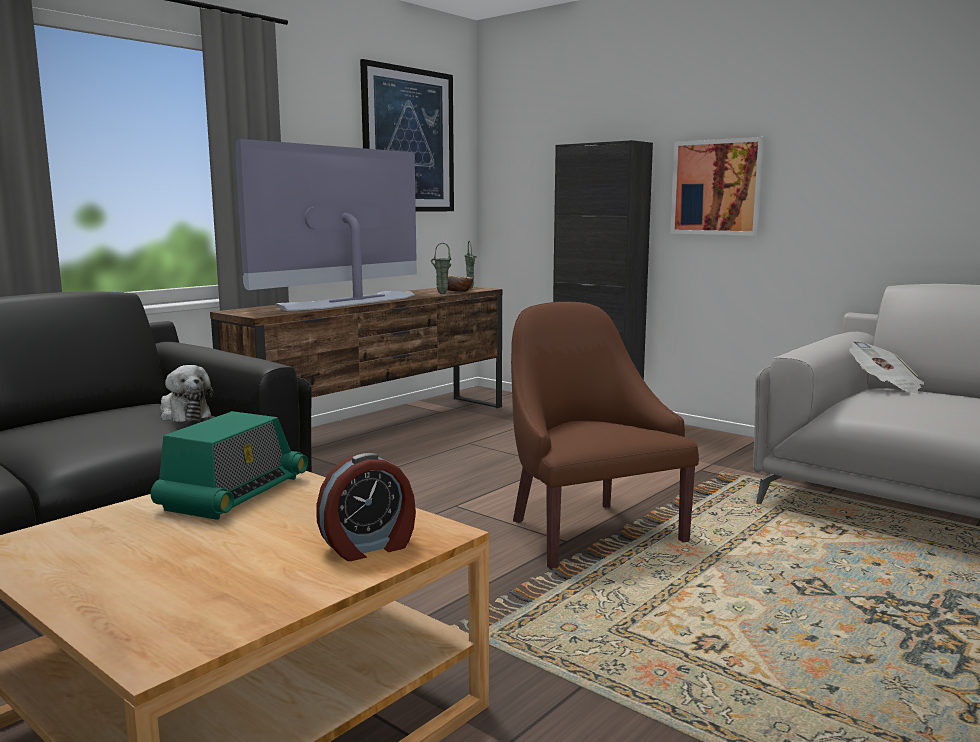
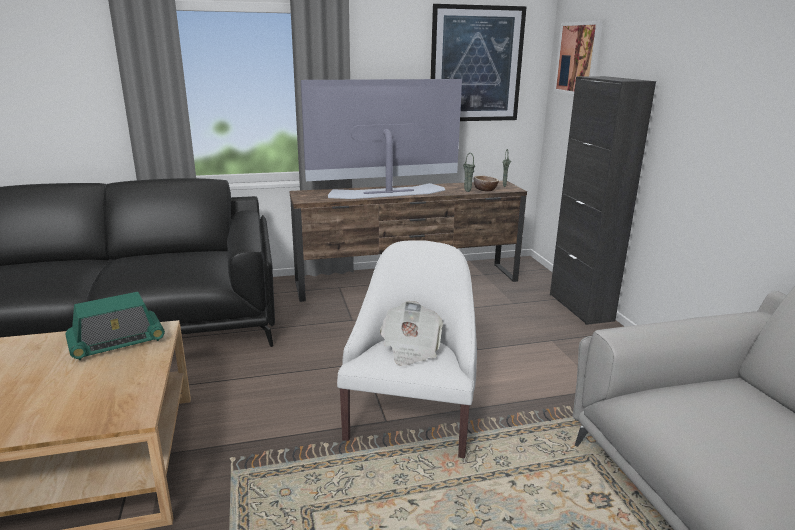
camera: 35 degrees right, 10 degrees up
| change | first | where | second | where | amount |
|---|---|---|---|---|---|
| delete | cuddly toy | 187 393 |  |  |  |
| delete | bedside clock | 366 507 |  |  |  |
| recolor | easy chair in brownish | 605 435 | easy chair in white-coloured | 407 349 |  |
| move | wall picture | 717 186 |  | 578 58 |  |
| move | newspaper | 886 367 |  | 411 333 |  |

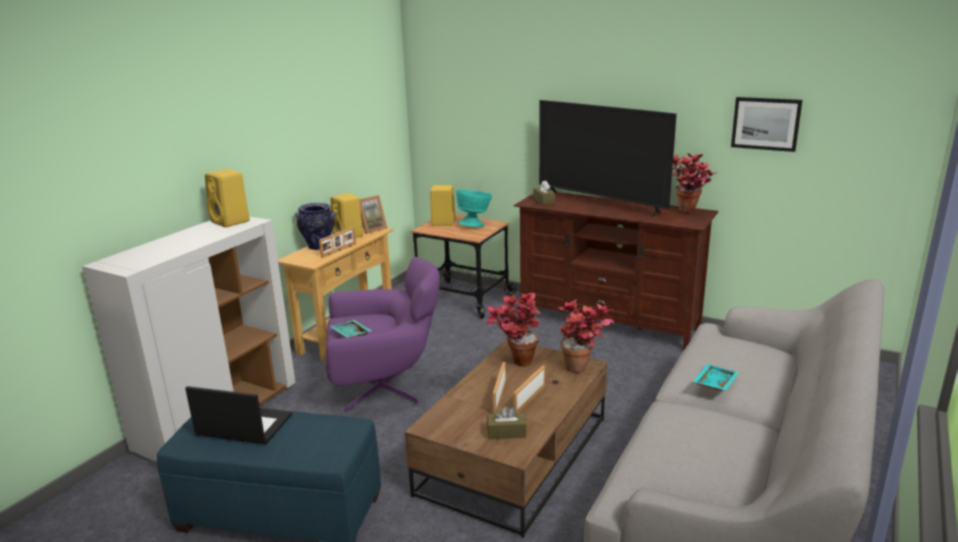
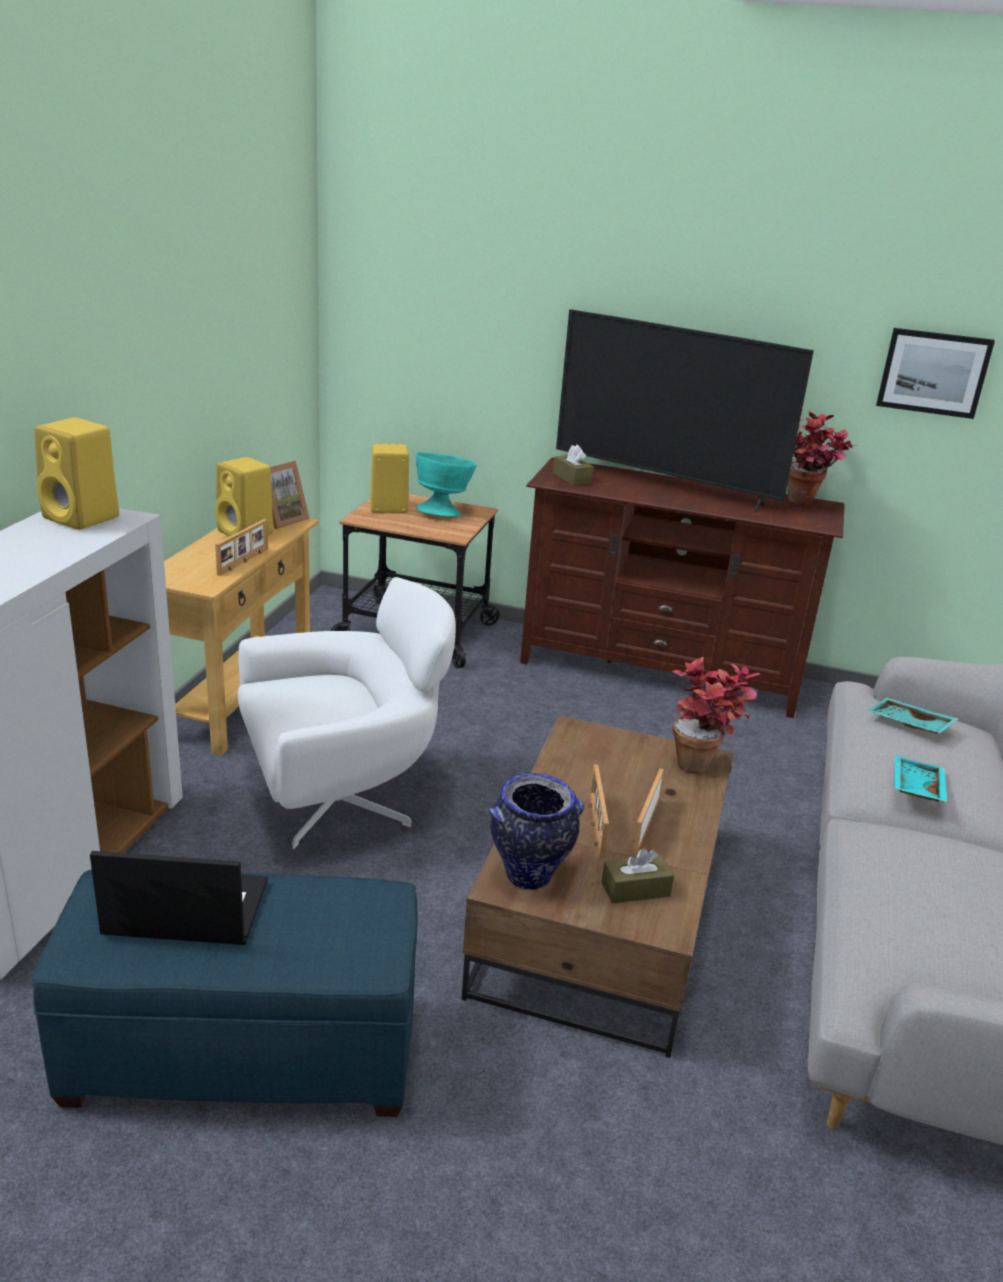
camera: 15 degrees left, 5 degrees up
| change | first | where | second | where | amount |
|---|---|---|---|---|---|
| move | vase | 315 226 |  | 536 831 |  |
| recolor | easy chair in purple | 382 334 | easy chair in white-coloured | 347 713 |  |
| move | carrying tray in turquoise-coloured | 351 329 |  | 912 716 |  |
| delete | houseplant | 513 329 |  |  |  |

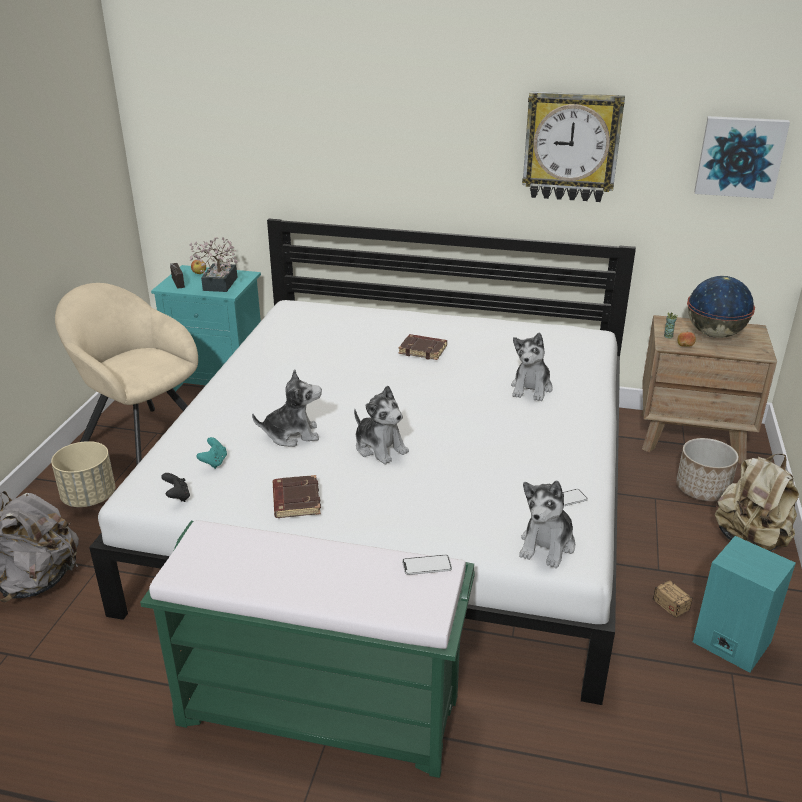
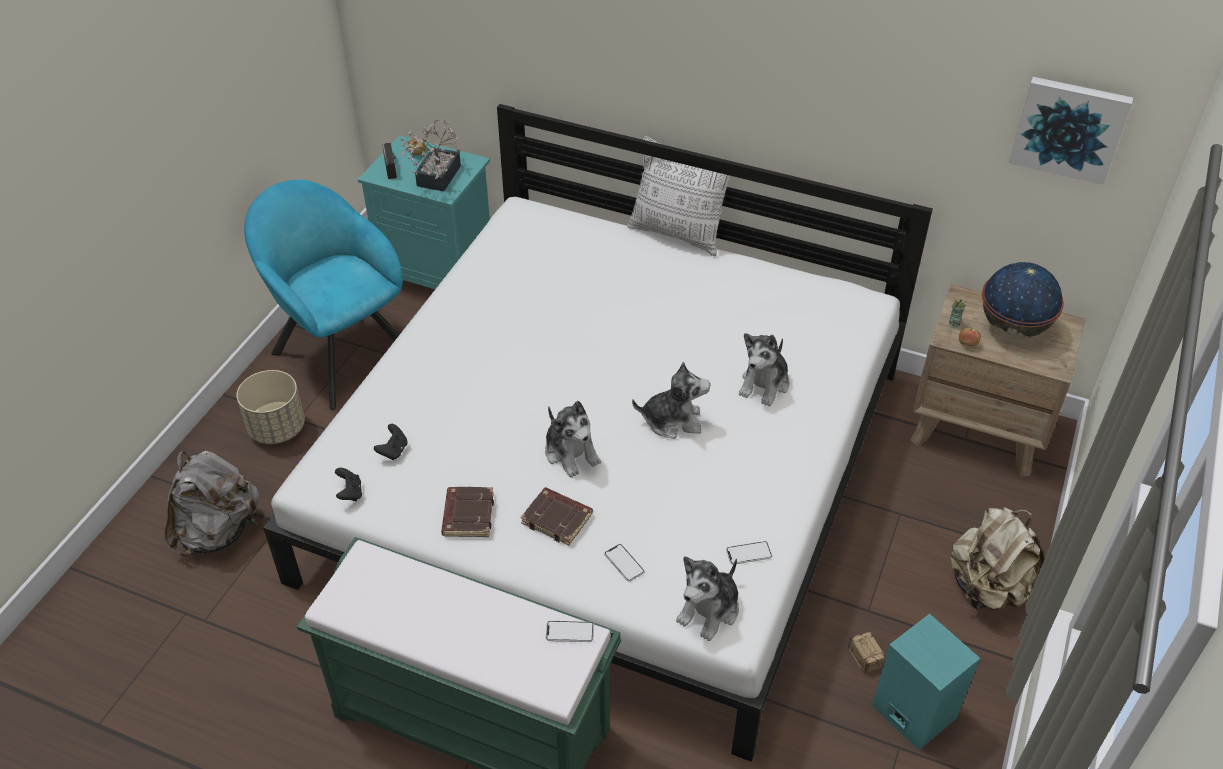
camera: 10 degrees right, 15 degrees up
| change | first | where | second | where | amount |
|---|---|---|---|---|---|
| recolor | easy chair in sand-coloured | 126 374 | easy chair in turquoise-coloured | 323 295 |  |
| recolor | joypad in turquoise-coloured | 211 453 | joypad in blackish | 391 442 |  |
| move | cuddly toy | 287 408 |  | 671 400 |  |
| move | book in brownish | 422 347 |  | 556 516 |  |
| delete | hanging clock | 573 146 |  |  |  |
| delete | planter | 707 469 |  |  |  |
| insert |  |  | telephone | 624 563 |  |
| insert |  |  | cushion | 679 196 |  |

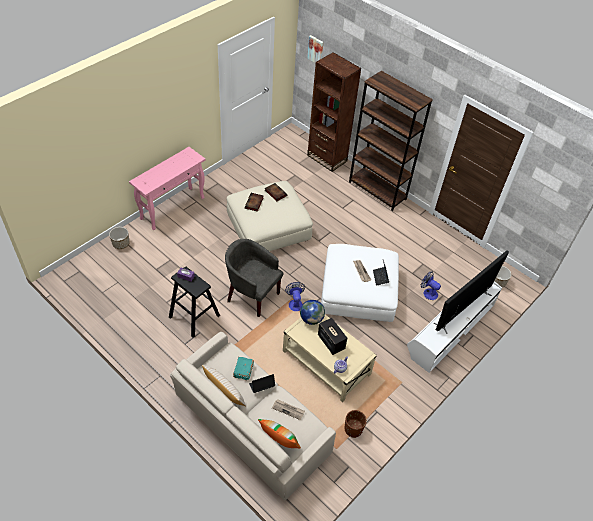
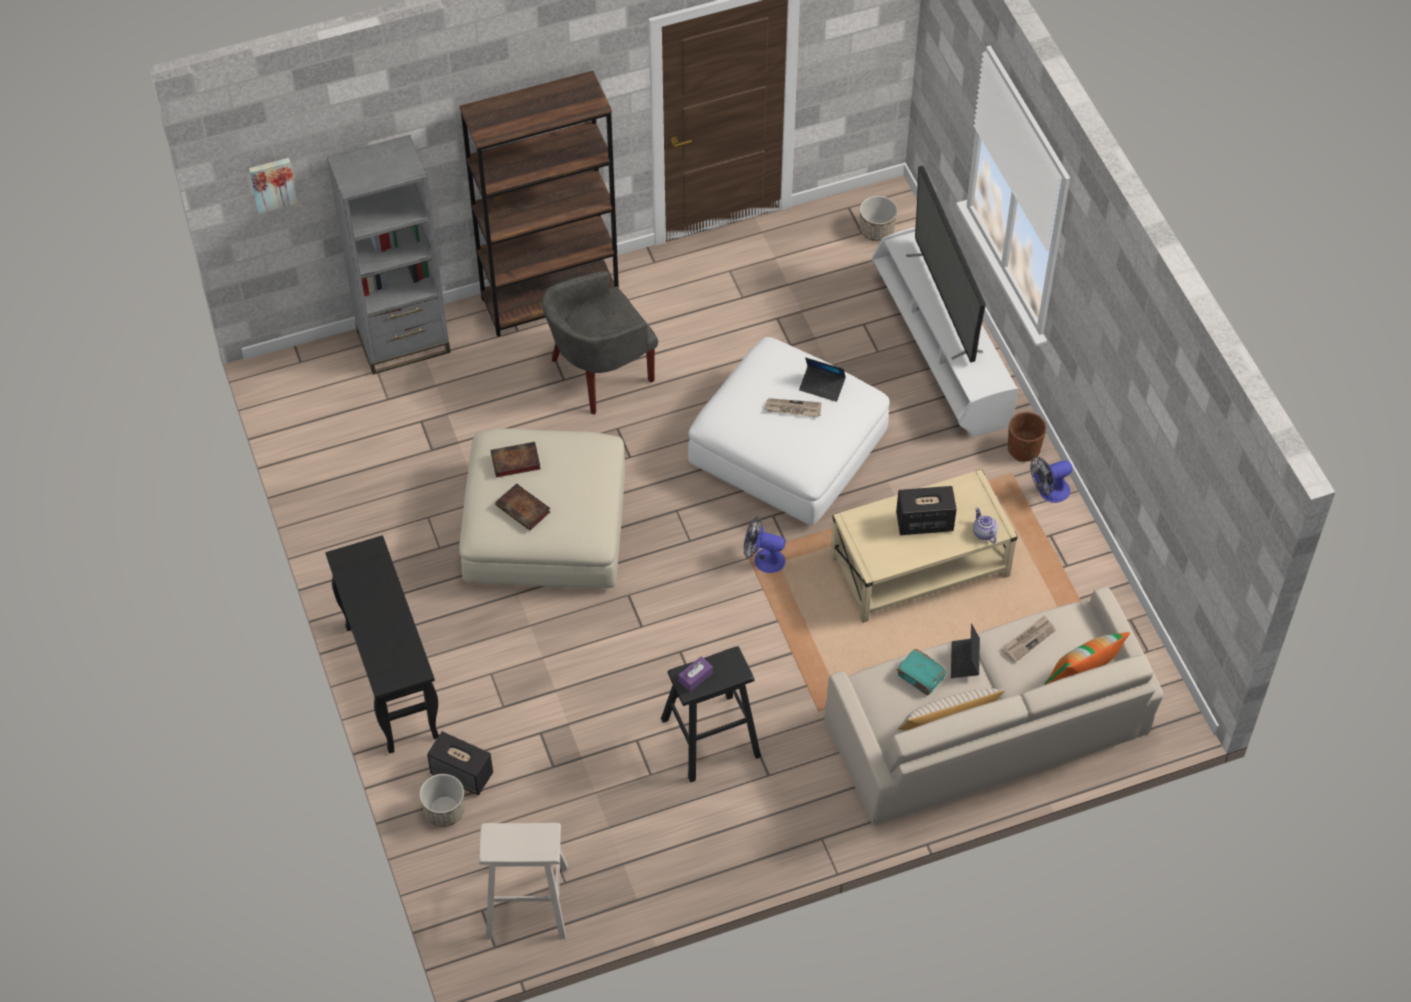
camera: 60 degrees left, 5 degrees up
| change | first | where | second | where | amount |
|---|---|---|---|---|---|
| recolor | hall table in pink | 167 188 | hall table in blackish | 382 644 |  |
| move | easy chair in gray | 254 278 |  | 599 342 |  |
| delete | world globe | 312 312 |  |  |  |
| recolor | bookcase in brownish | 334 112 | bookcase in gray | 388 255 |  |
| move | planter in brownish | 356 424 |  | 1027 437 |  |
| move | fan | 431 285 |  | 1051 479 |  |
| insert |  |  | loudspeaker | 460 763 |  |
| insert |  |  | stool in sand-coloured | 523 881 |  |

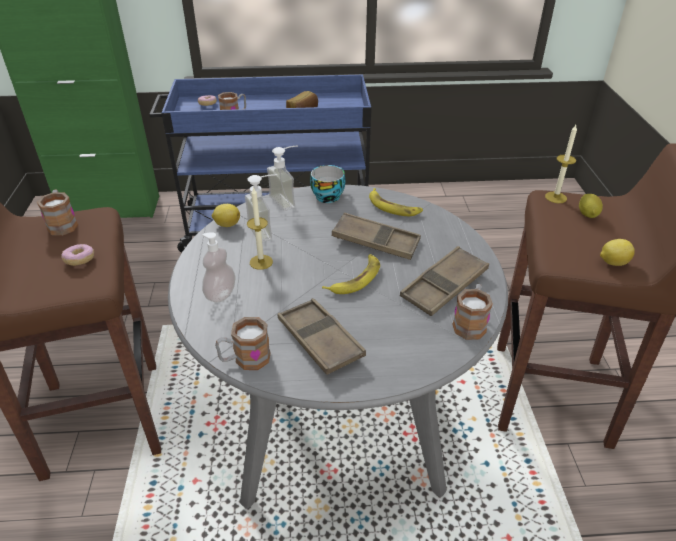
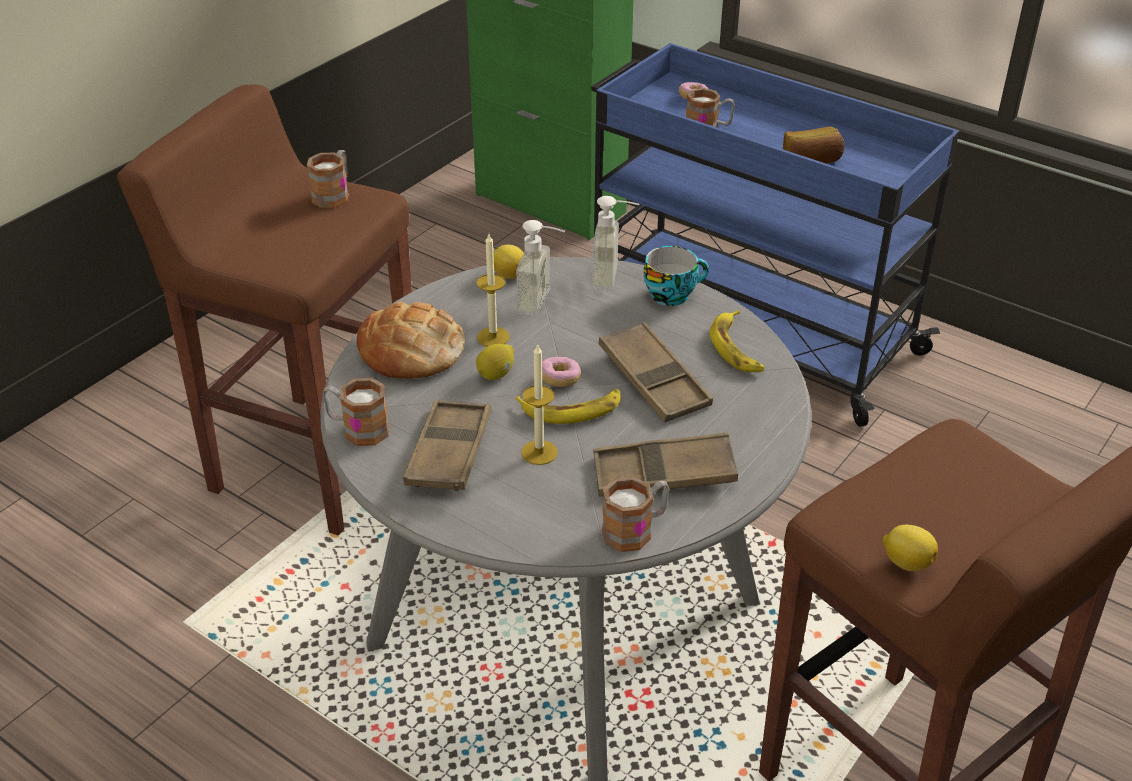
camera: 40 degrees right, 0 degrees up
| change | first | where | second | where | amount |
|---|---|---|---|---|---|
| move | donut | 77 255 |  | 561 372 |  |
| replace | liquid soap bottle | 218 267 | baked bread | 411 340 |  |
| move | wax light | 561 164 |  | 539 404 |  |
| move | citrus fruit | 591 206 |  | 495 362 |  |

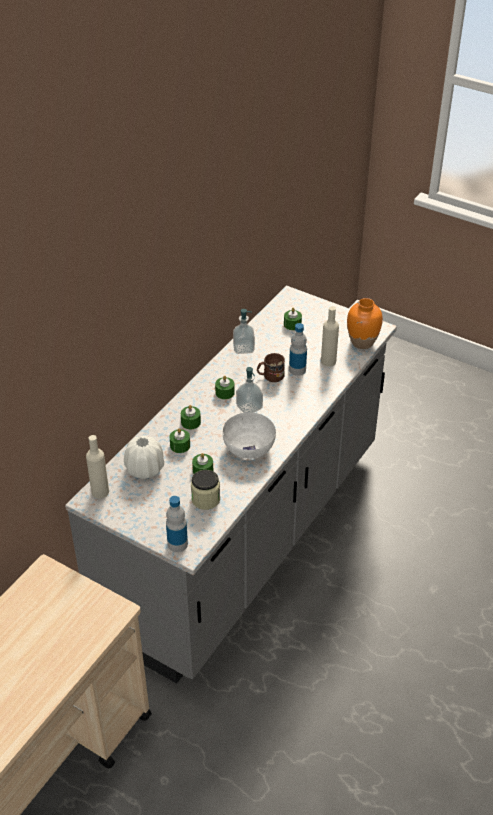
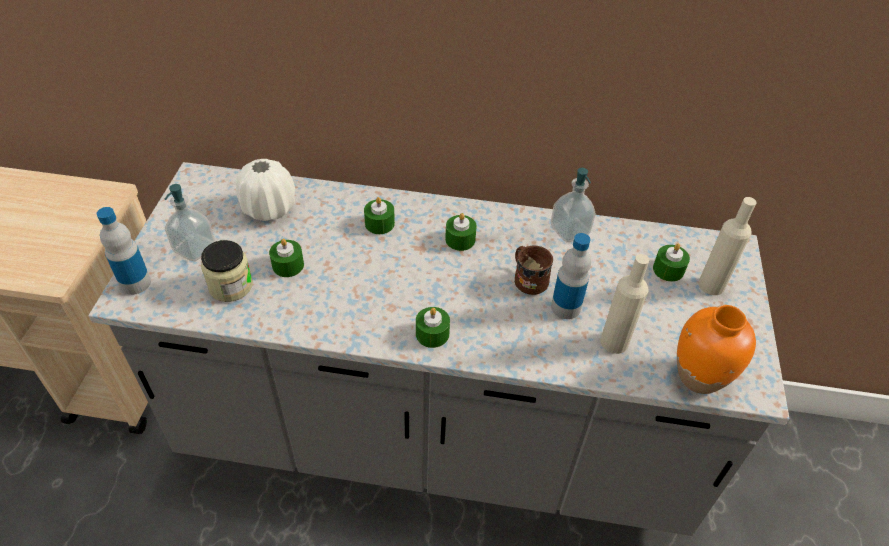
camera: 65 degrees right, 5 degrees up
| change | first | where | second | where | amount |
|---|---|---|---|---|---|
| move | bottle in sand-coloured | 97 467 |  | 727 246 |  |
| move | wax light in green | 180 440 |  | 433 327 |  |
| delete | deep dish in white-coloured | 249 435 |  |  |  |
| move | liquid soap bottle | 249 390 |  | 190 222 |  |

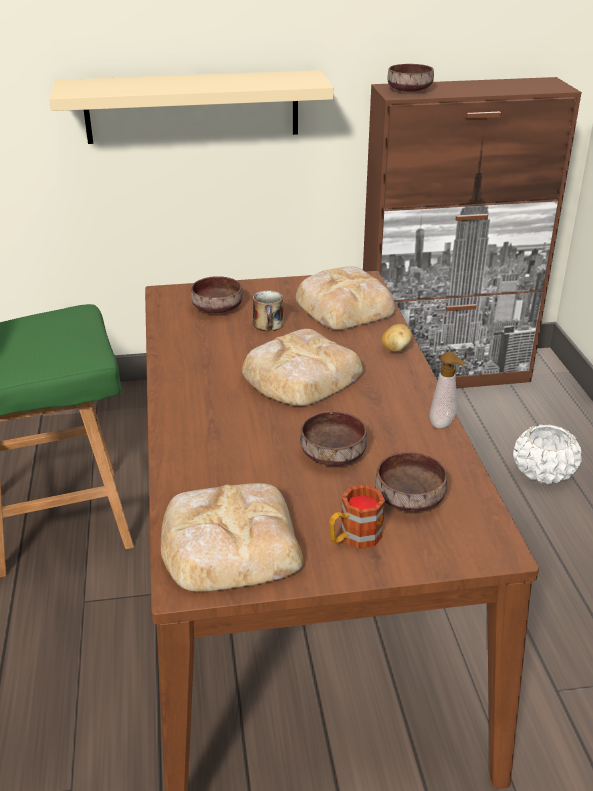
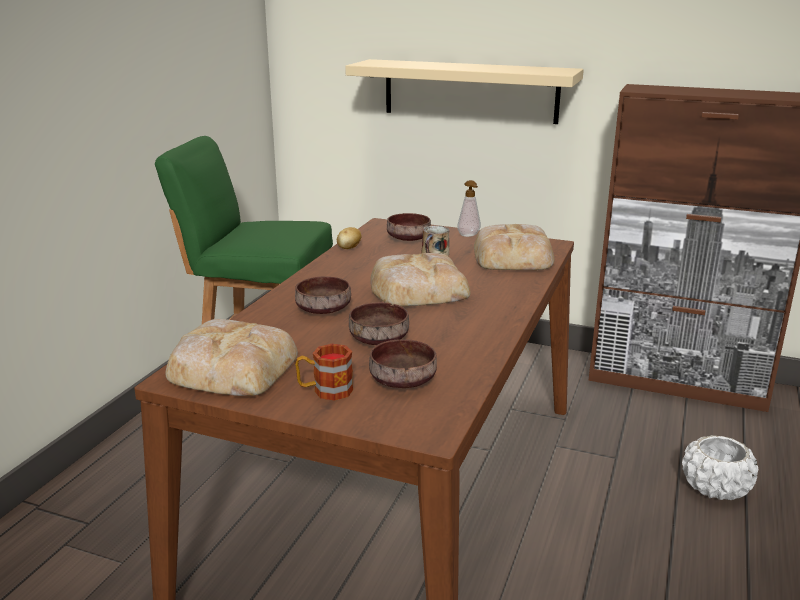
camera: 30 degrees right, 10 degrees down
| change | first | where | second | where | amount |
|---|---|---|---|---|---|
| move | whole potato | 397 338 |  | 349 238 |  |
| move | deep dish in brownish | 410 78 |  | 323 295 |  |
| move | liquid soap bottle | 448 390 |  | 469 208 |  |

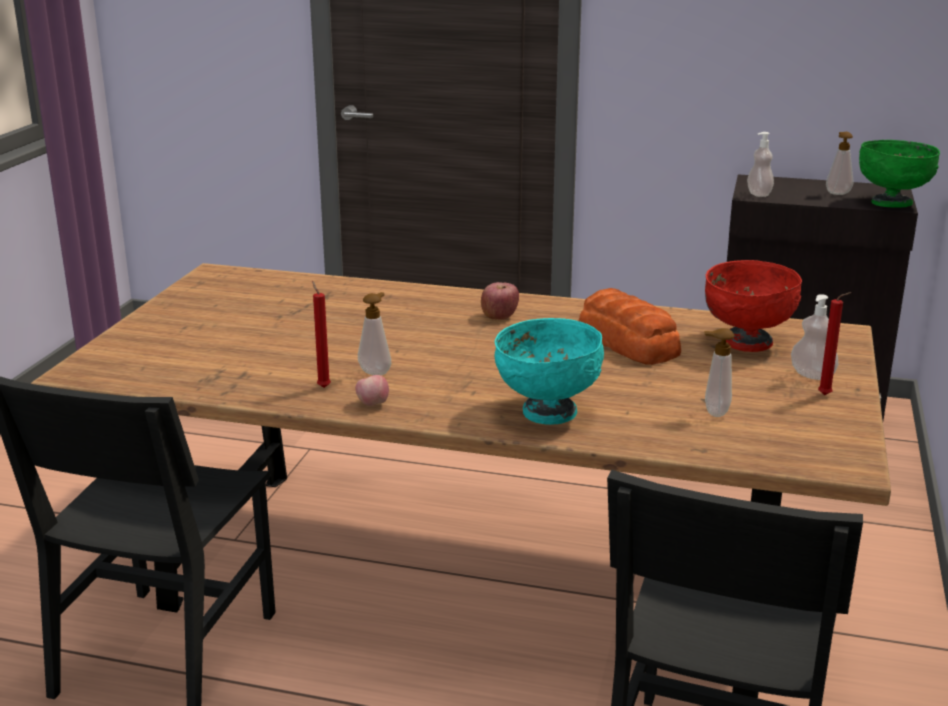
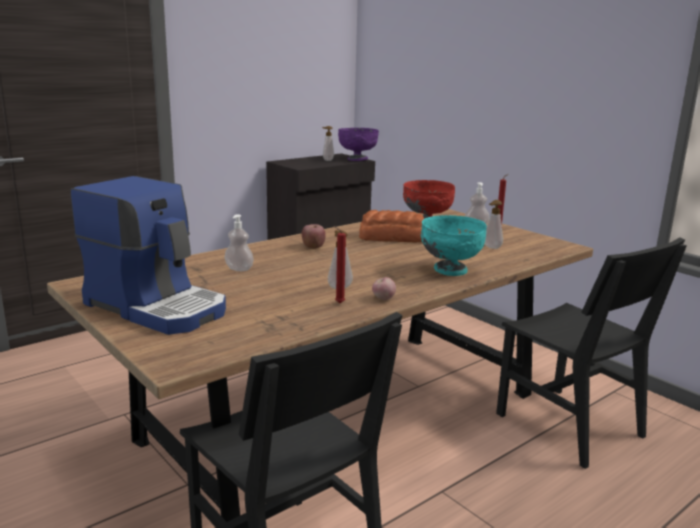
camera: 55 degrees left, 5 degrees down
| change | first | where | second | where | amount |
|---|---|---|---|---|---|
| move | liquid soap bottle | 760 164 |  | 239 242 |  |
| recolor | deep dish in green | 899 173 | deep dish in purple | 358 144 |  |
| insert |  |  | coffee brewer | 148 255 |  |

